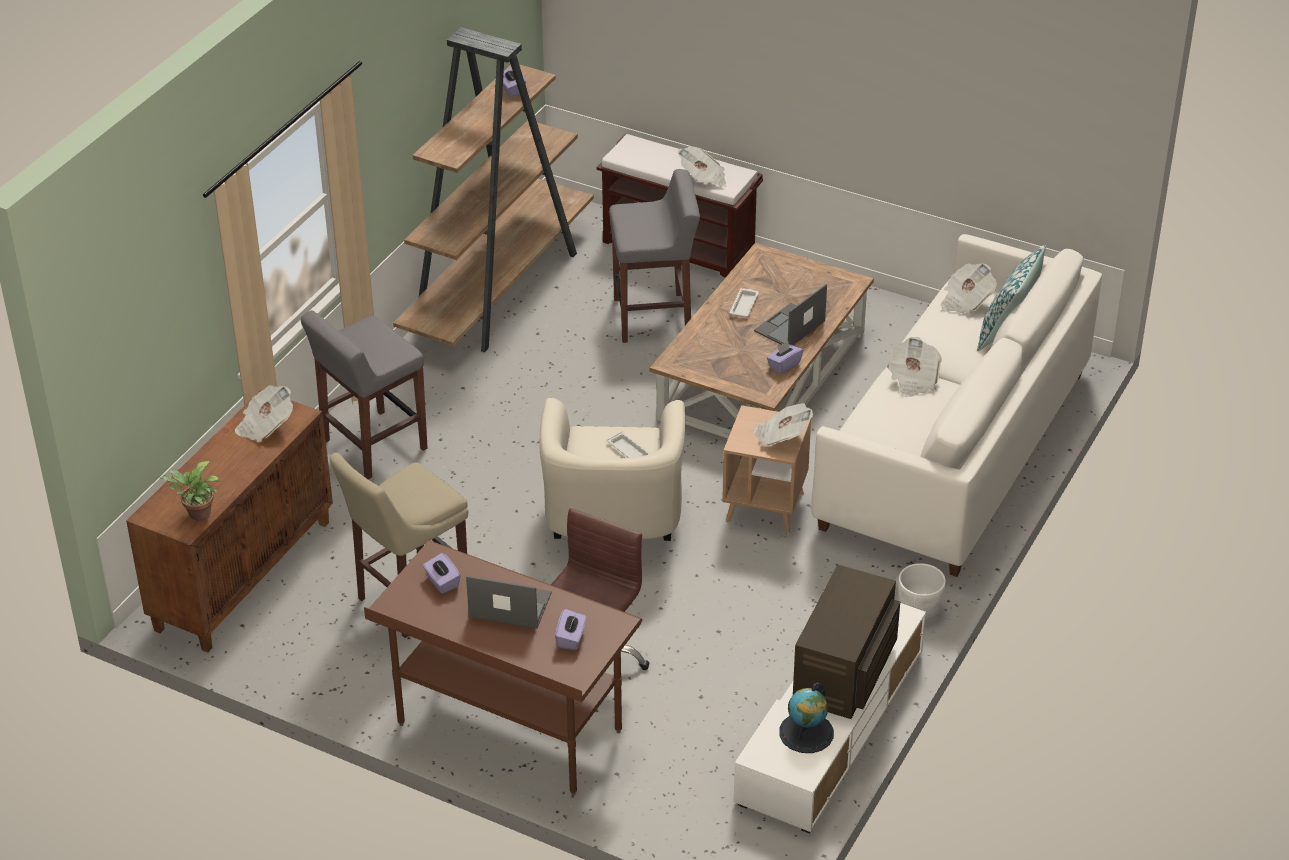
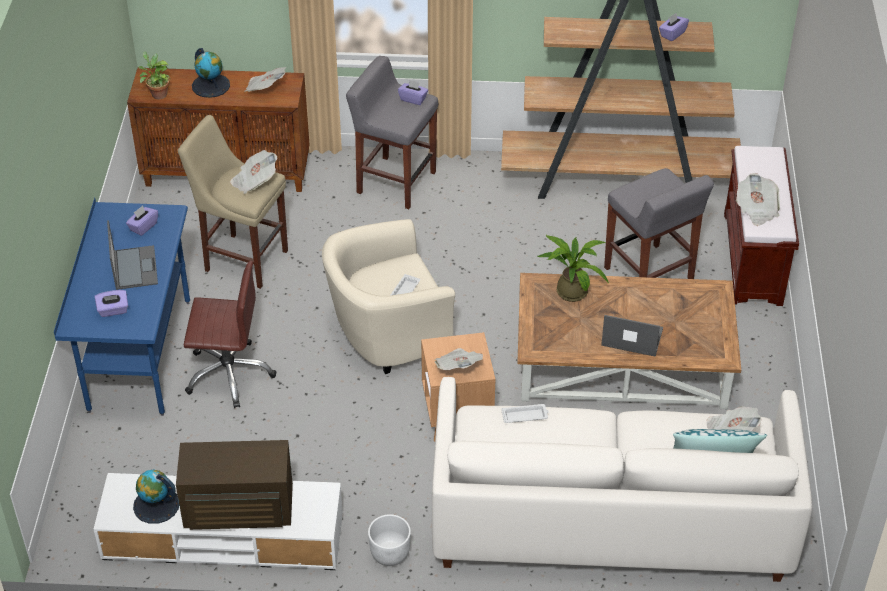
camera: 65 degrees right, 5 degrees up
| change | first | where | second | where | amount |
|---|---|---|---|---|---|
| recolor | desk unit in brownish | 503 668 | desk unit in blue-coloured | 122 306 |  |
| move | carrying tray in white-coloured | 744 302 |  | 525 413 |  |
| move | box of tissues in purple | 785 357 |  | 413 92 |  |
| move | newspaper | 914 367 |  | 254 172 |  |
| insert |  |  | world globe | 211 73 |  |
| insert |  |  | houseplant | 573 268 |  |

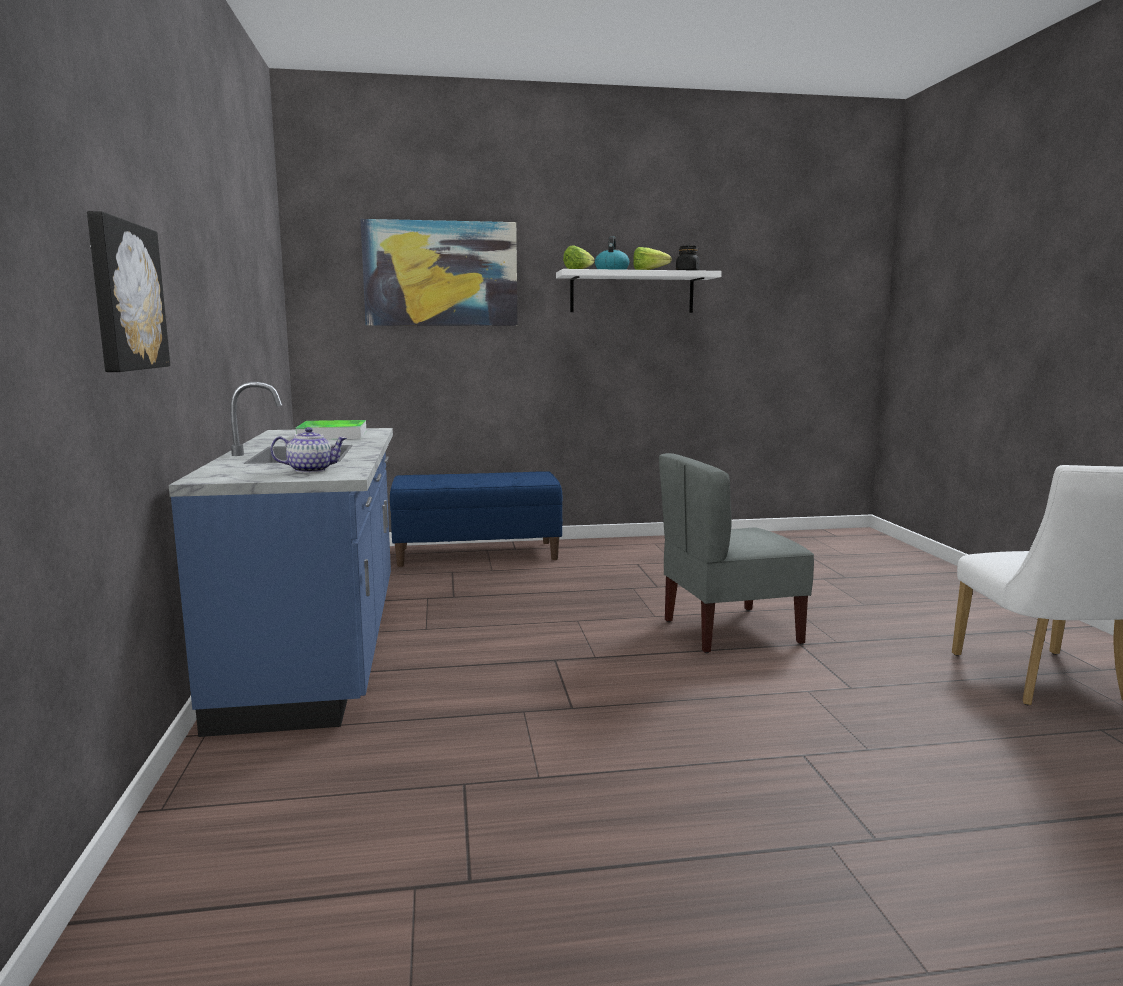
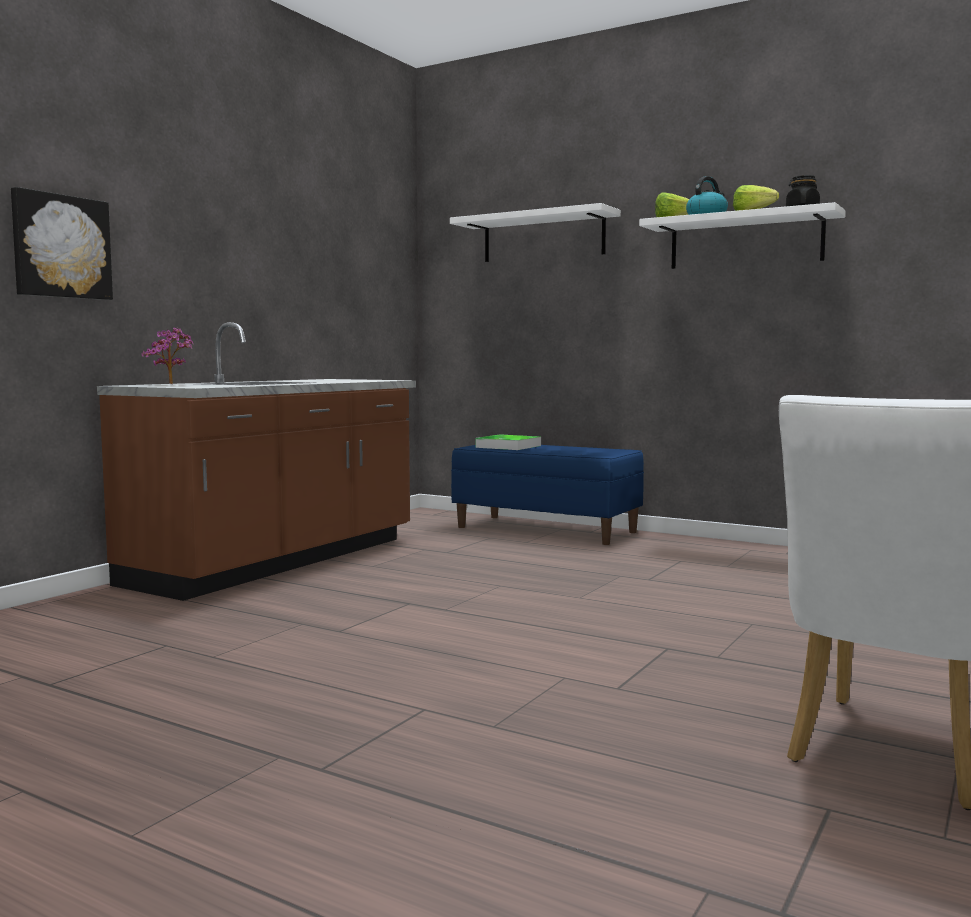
camera: 40 degrees right, 5 degrees down
| change | first | where | second | where | amount |
|---|---|---|---|---|---|
| recolor | kitchen base unit in blue-coloured | 281 559 | kitchen base unit in brownish | 256 461 |  |
| delete | teapot | 308 450 |  |  |  |
| move | carrying tray | 331 429 |  | 508 442 |  |
| replace | wall picture | 438 272 | wall shelf in white-coloured | 535 232 |  |
| delete | chair in gray | 736 553 |  |  |  |
| insert |  |  | houseplant | 167 355 |  |

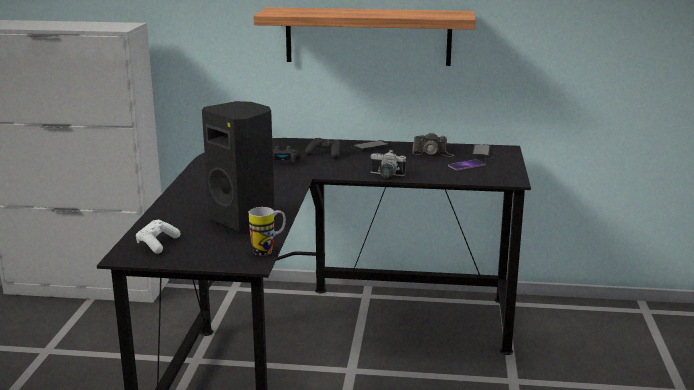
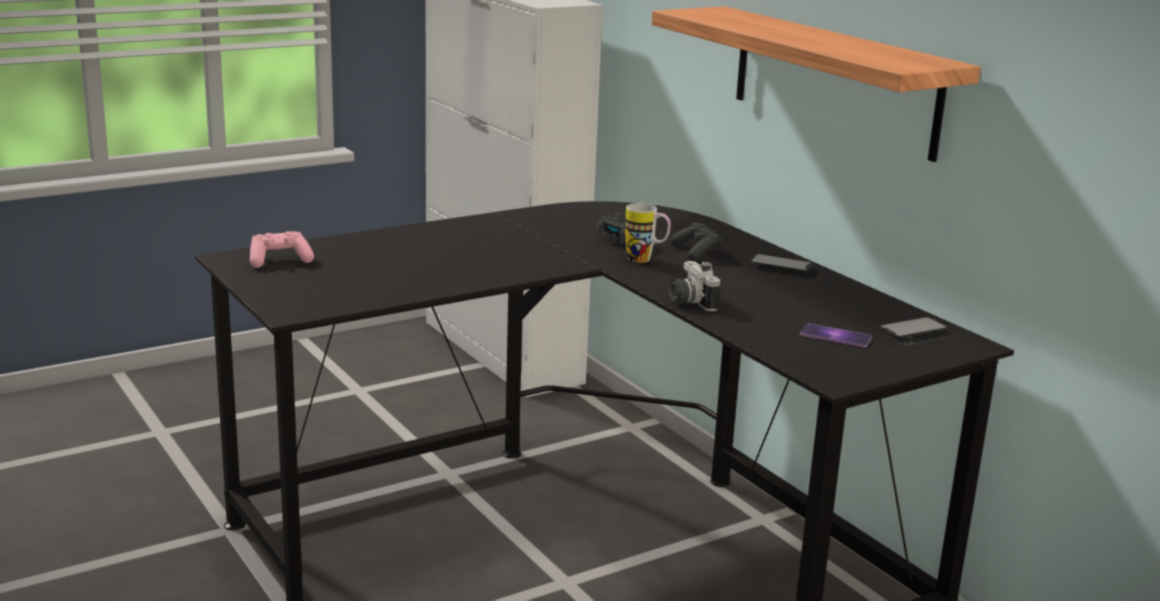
camera: 50 degrees right, 0 degrees up
| change | first | where | second | where | amount |
|---|---|---|---|---|---|
| recolor | joypad in white-coloured | 158 236 | joypad in pink | 282 249 |  |
| delete | loudspeaker in blackish | 238 166 |  |  |  |
| move | coffee mug | 267 231 |  | 648 233 |  |
| delete | still camera | 433 144 |  |  |  |

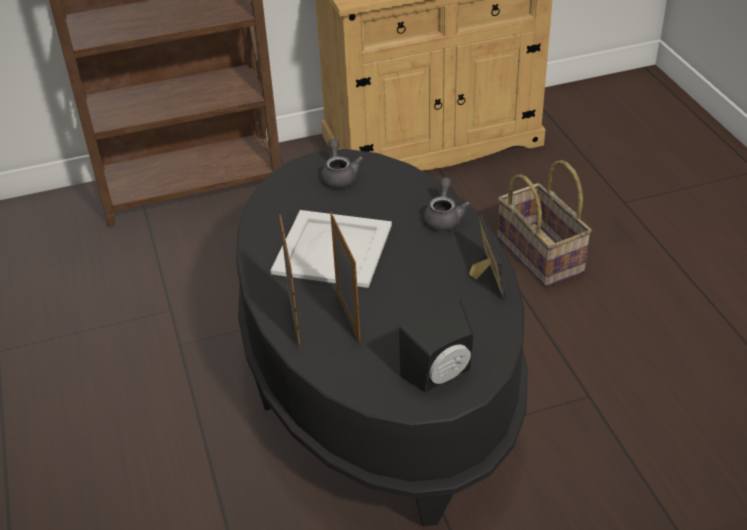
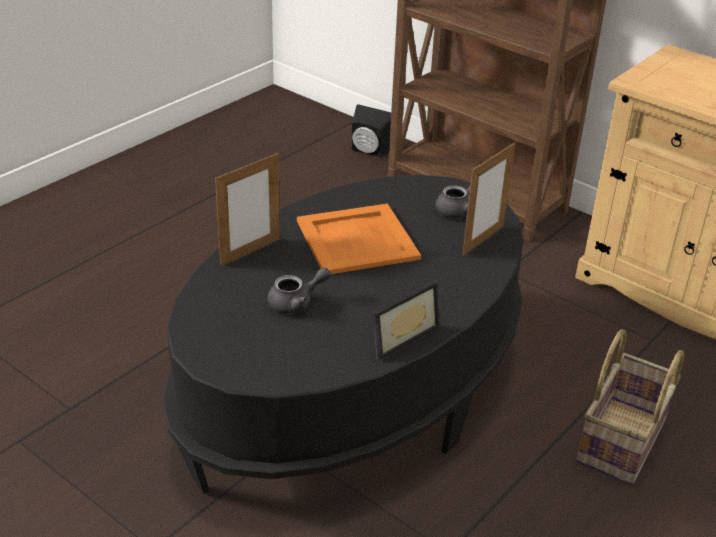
camera: 55 degrees right, 5 degrees down
| change | first | where | second | where | amount |
|---|---|---|---|---|---|
| recolor | carrying tray in white-coloured | 331 249 | carrying tray in orangey | 359 238 |  |
| move | standing frame | 345 278 |  | 488 199 |  |
| move | loudspeaker in blackish | 436 345 |  | 371 131 |  |
| move | teapot in gray | 447 204 |  | 299 290 |  |

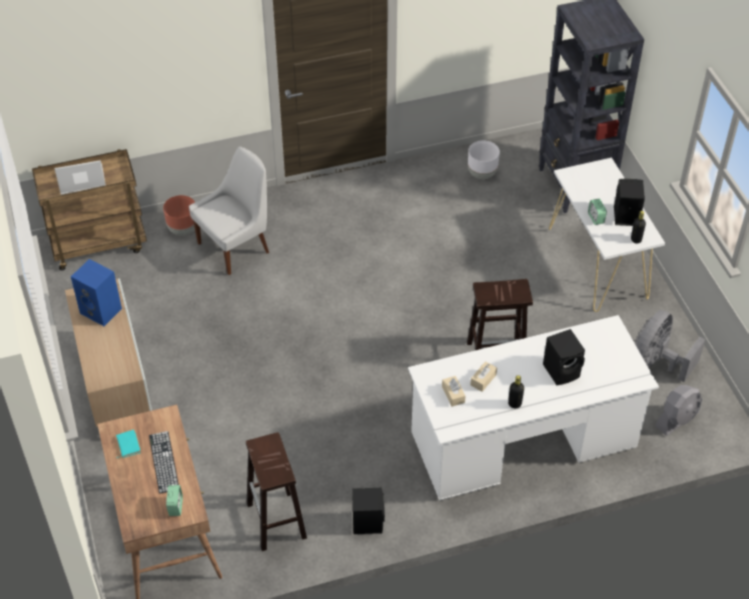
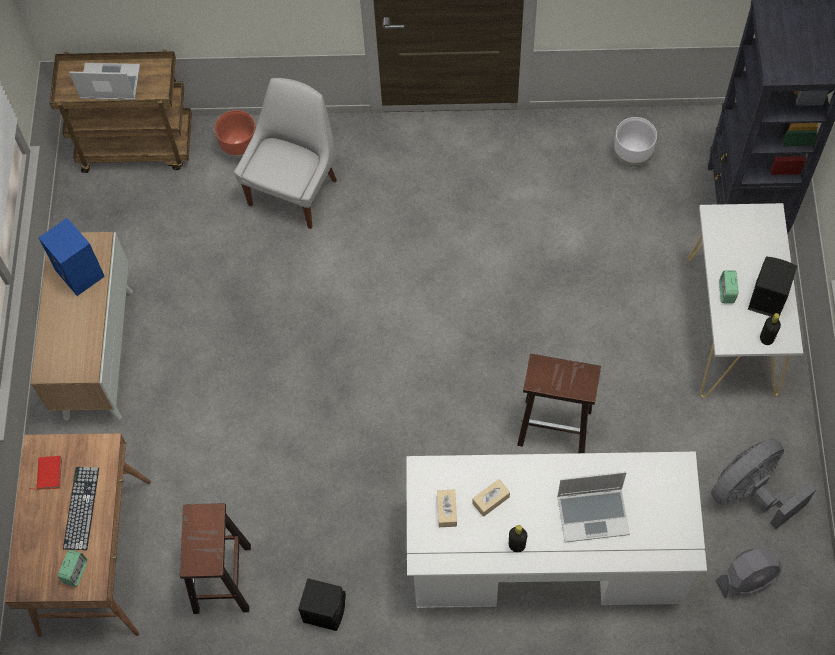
camera: 20 degrees right, 15 degrees up
| change | first | where | second | where | amount |
|---|---|---|---|---|---|
| recolor | book in turquoise-coloured | 128 444 | book in red | 45 473 |  |
| rotate | chair in white-coloured | 229 210 |  | 285 153 | 45 degrees counterclockwise |
| replace | loudspeaker in blackish | 564 357 | notebook computer | 593 506 |  |

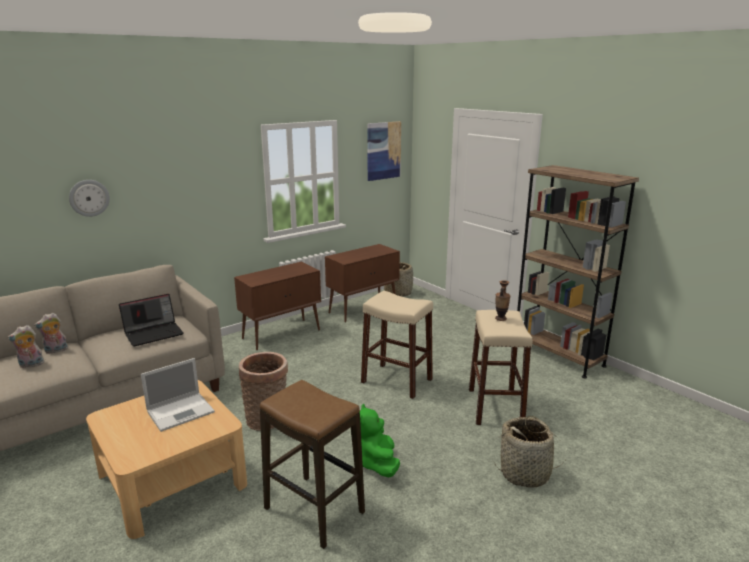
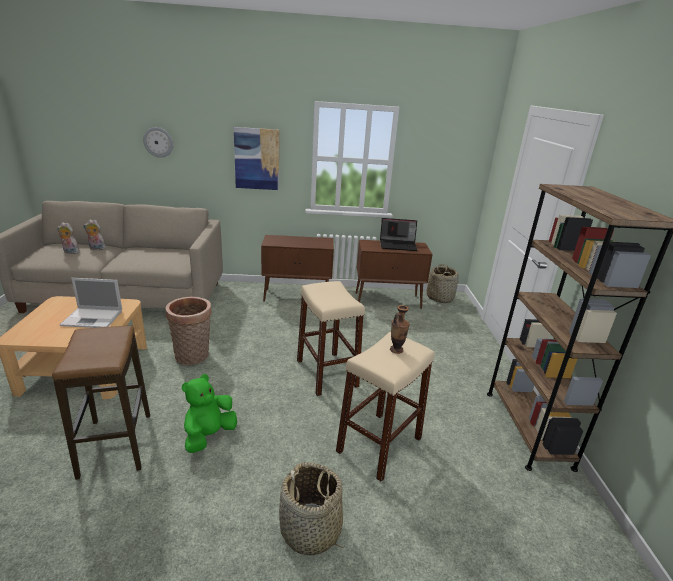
camera: 35 degrees right, 5 degrees up
| change | first | where | second | where | amount |
|---|---|---|---|---|---|
| move | notebook computer | 151 320 |  | 398 234 |  |
| move | wall picture | 384 151 |  | 256 158 |  |

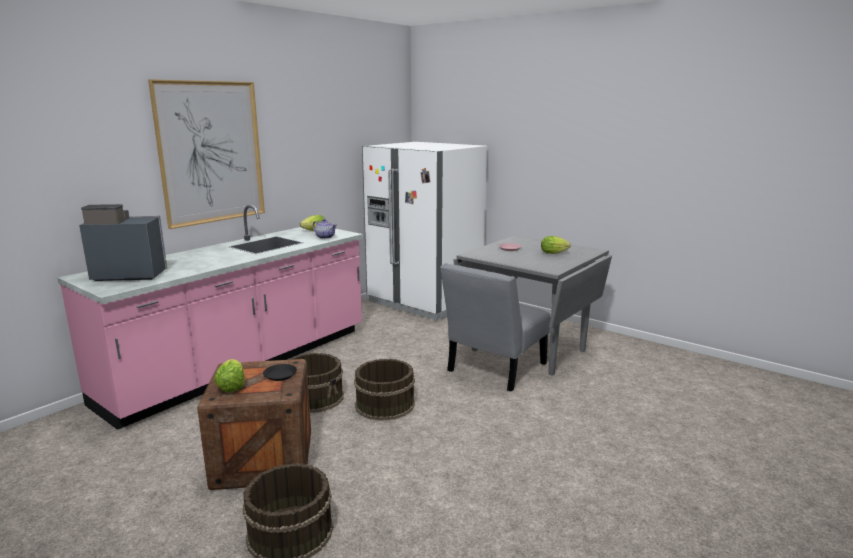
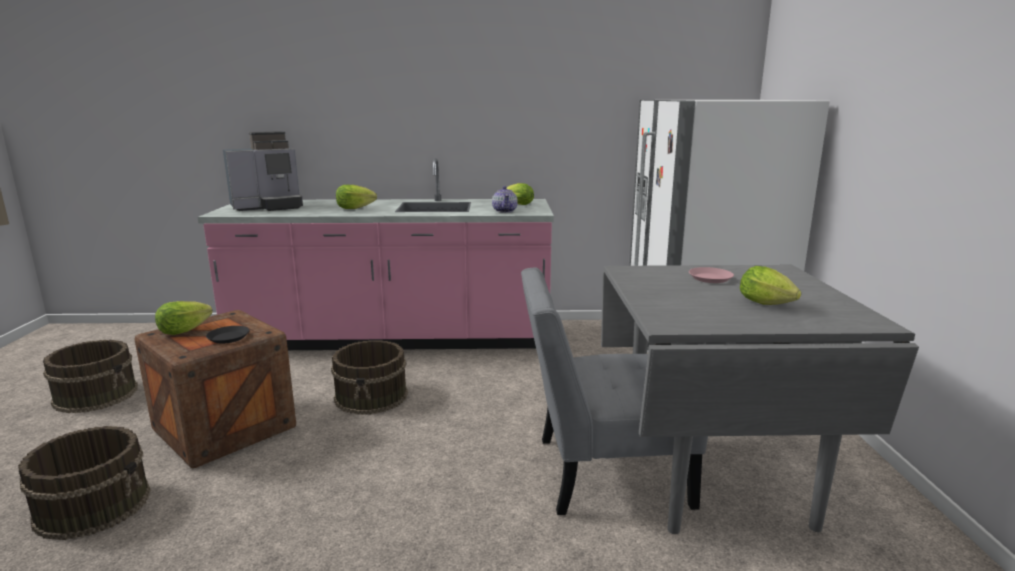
camera: 50 degrees right, 0 degrees up
| change | first | where | second | where | amount |
|---|---|---|---|---|---|
| rotate | coffee brewer | 123 242 |  | 263 171 | 105 degrees clockwise |
| delete | wall picture | 206 154 |  |  |  |
| move | bucket in brownish | 384 390 |  | 90 376 |  |
| insert |  |  | lettuce head | 356 197 |  |

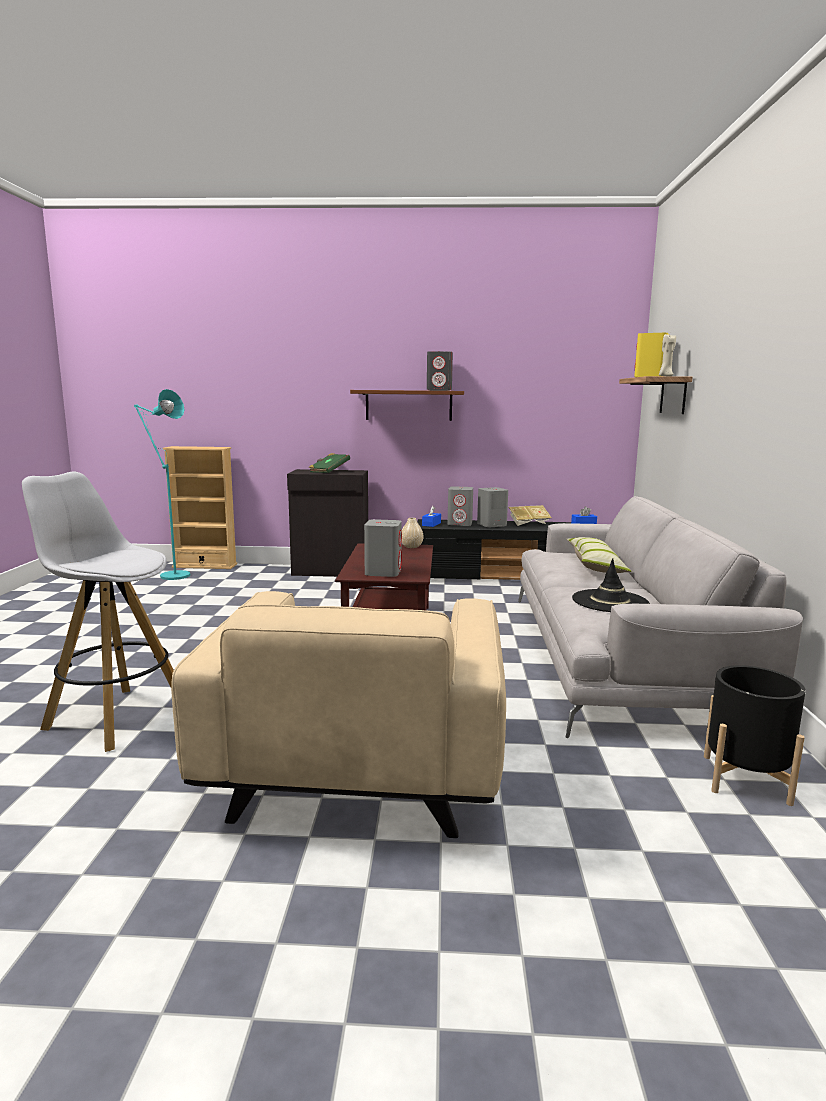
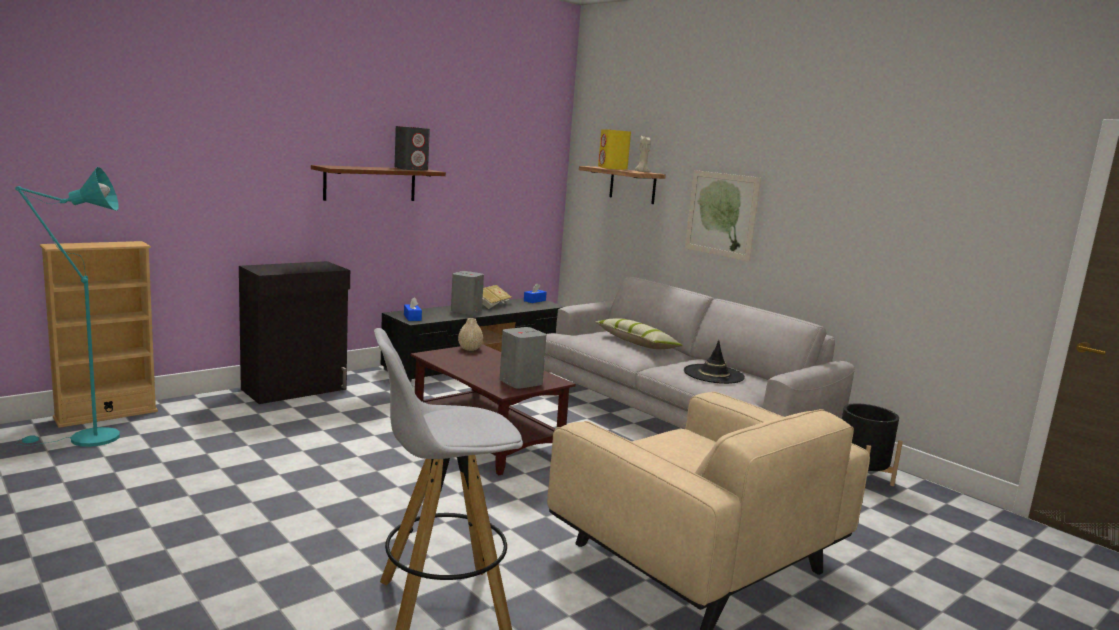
camera: 45 degrees left, 0 degrees up
| change | first | where | second | where | amount |
|---|---|---|---|---|---|
| delete | book in green | 329 463 |  |  |  |
| delete | loudspeaker in gray | 460 506 |  |  |  |
| insert |  |  | wall picture | 723 216 |  |

